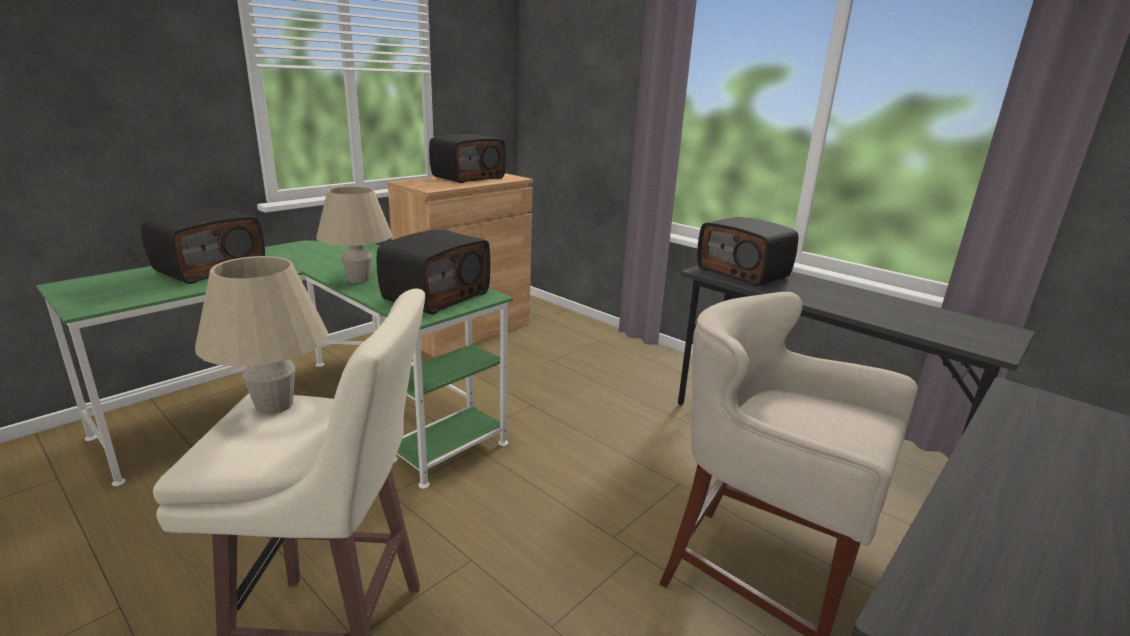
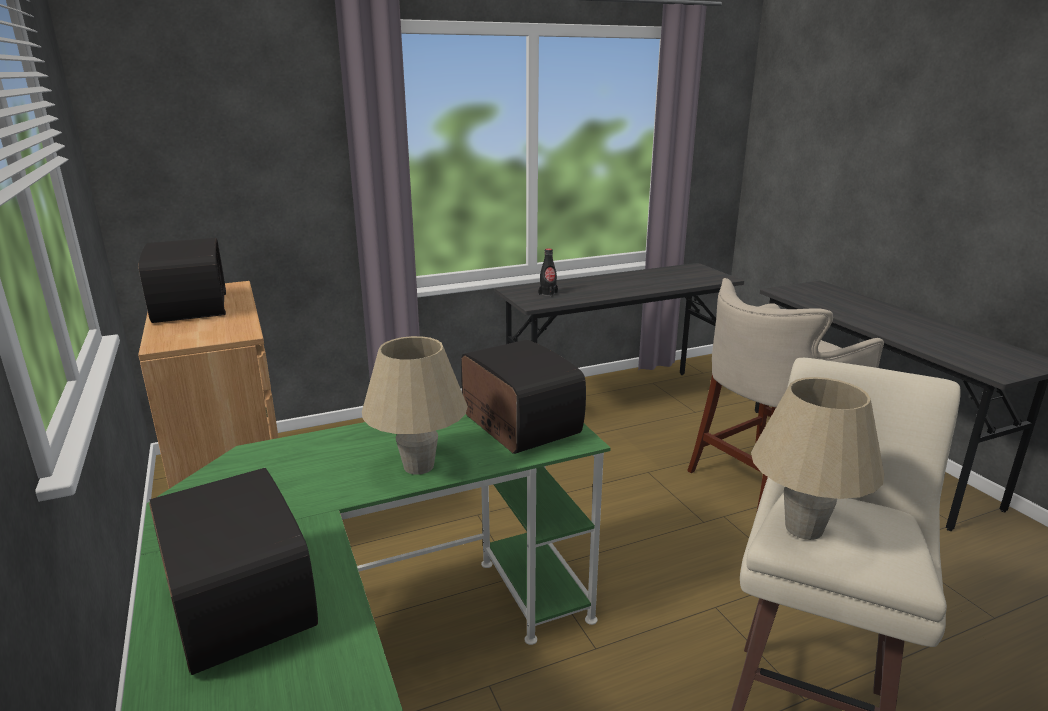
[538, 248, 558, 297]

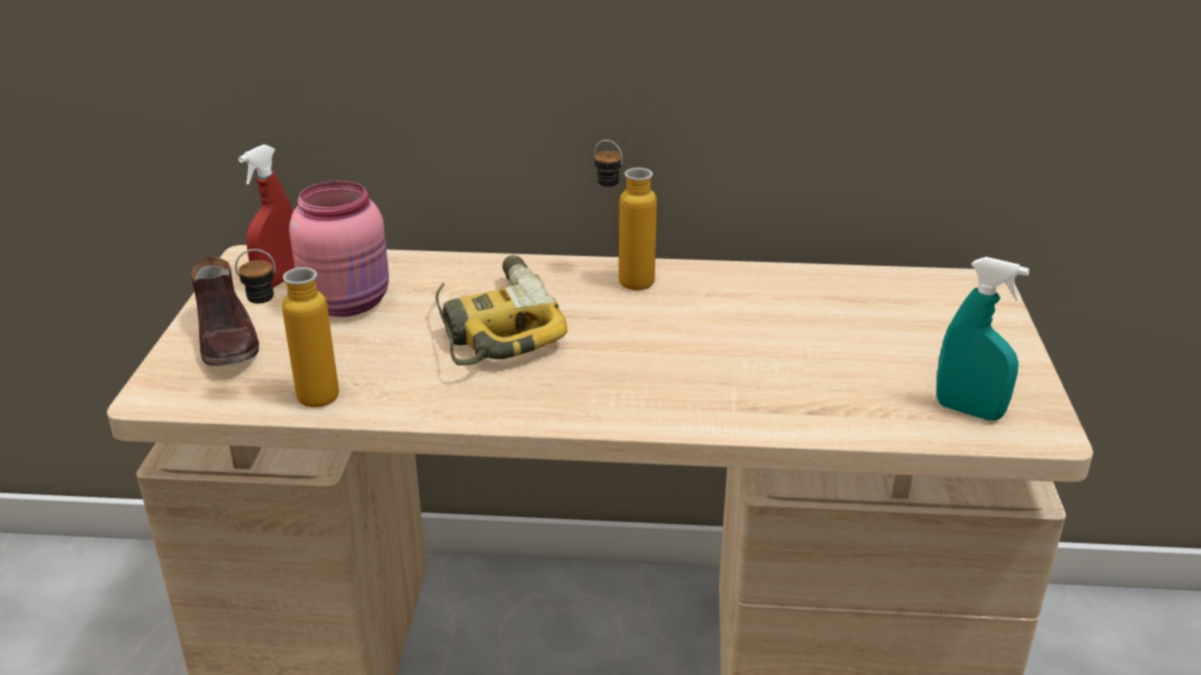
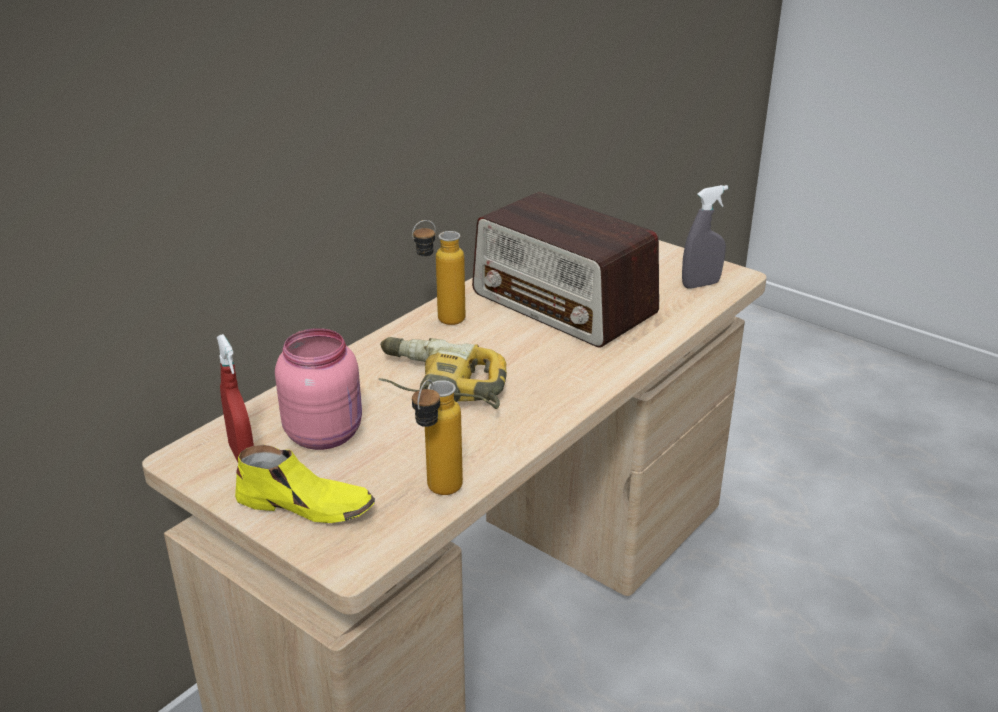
[472, 192, 659, 348]
[235, 445, 375, 523]
[682, 185, 728, 289]

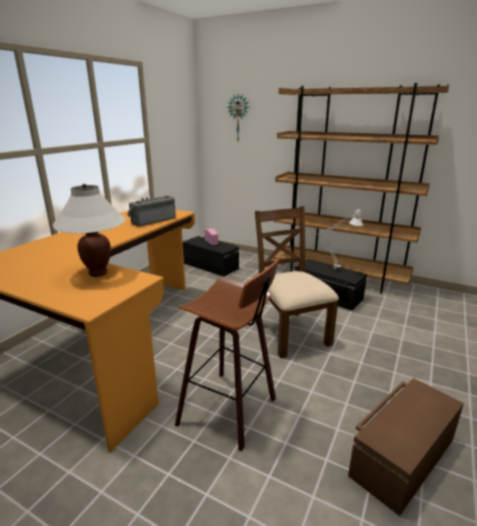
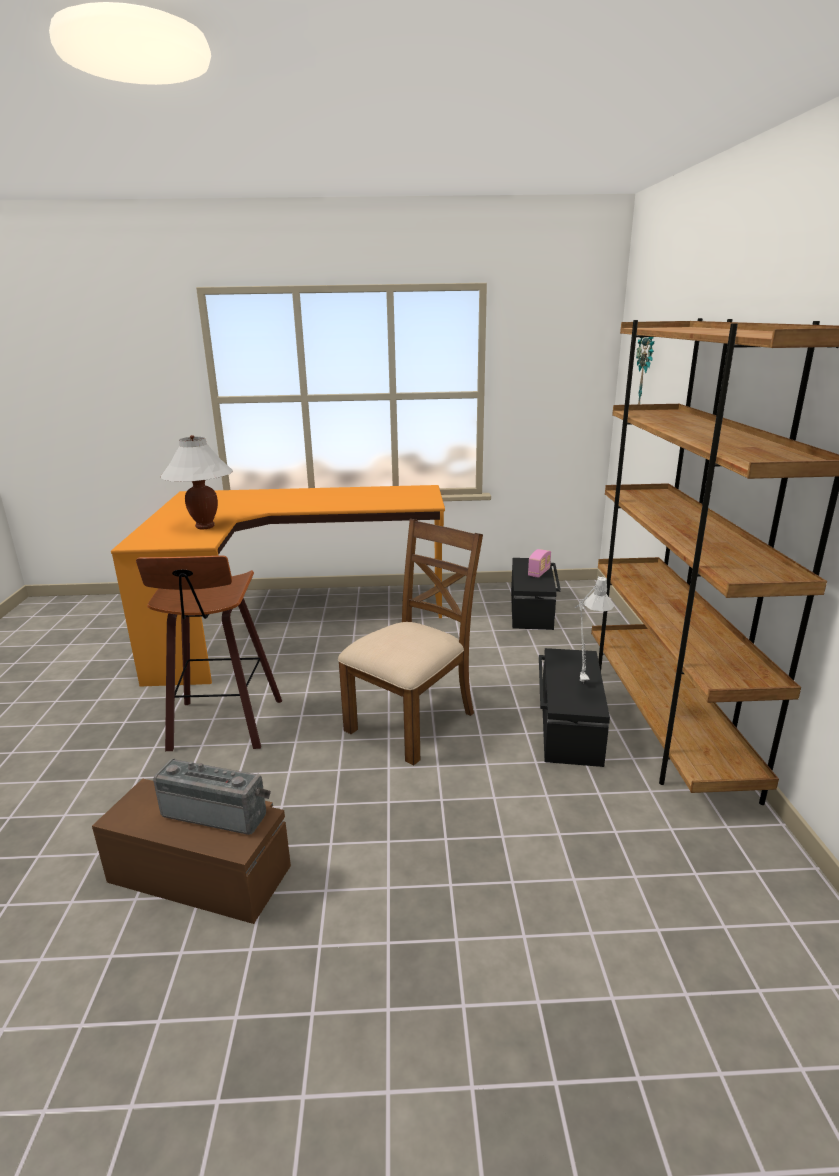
[153, 759, 271, 835]

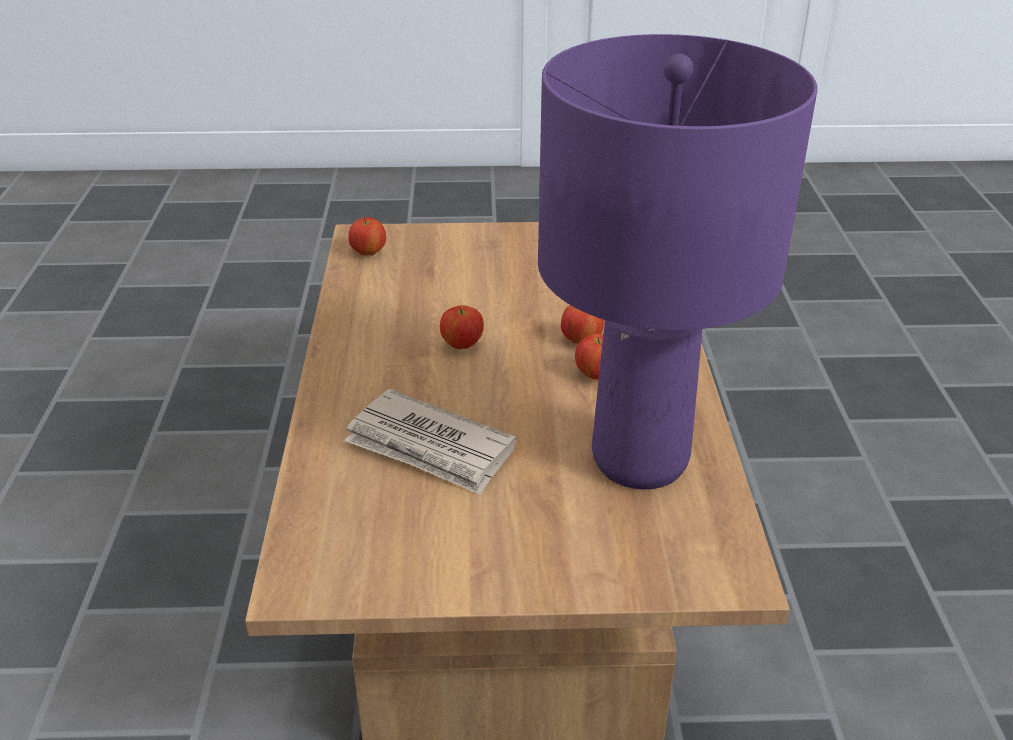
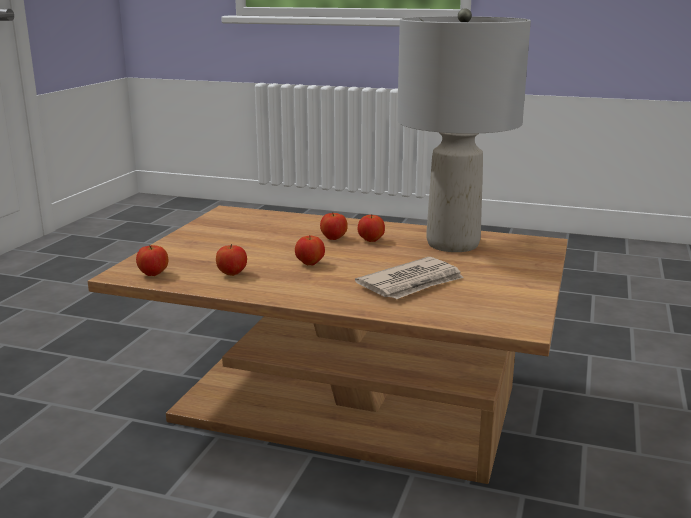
[216, 244, 247, 276]
[397, 8, 531, 252]

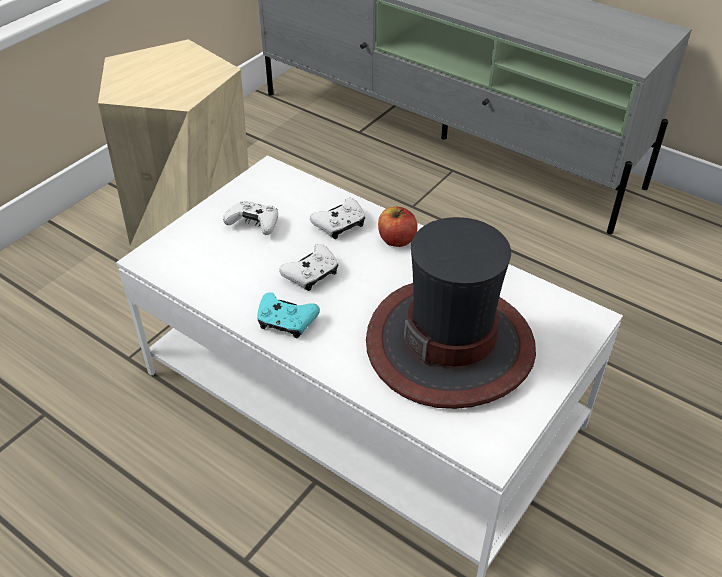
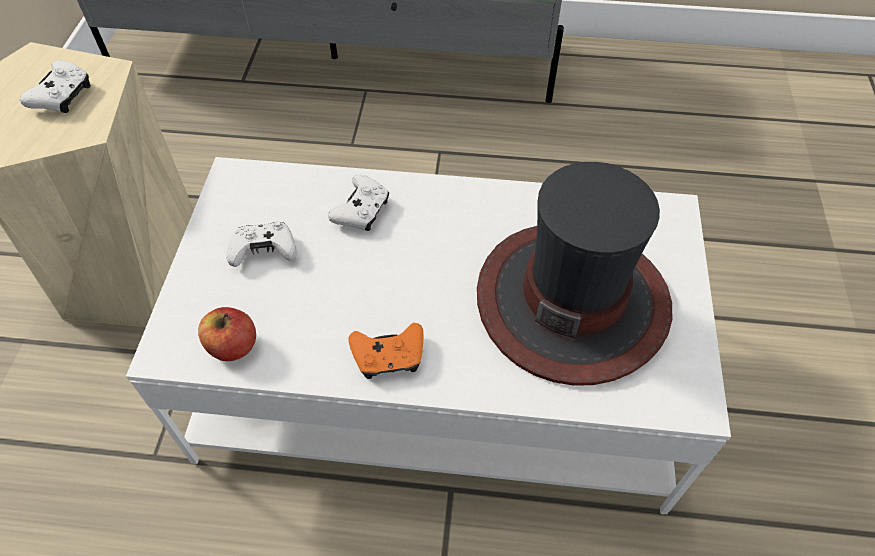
[20, 60, 91, 113]
[198, 307, 256, 361]
[348, 323, 423, 379]

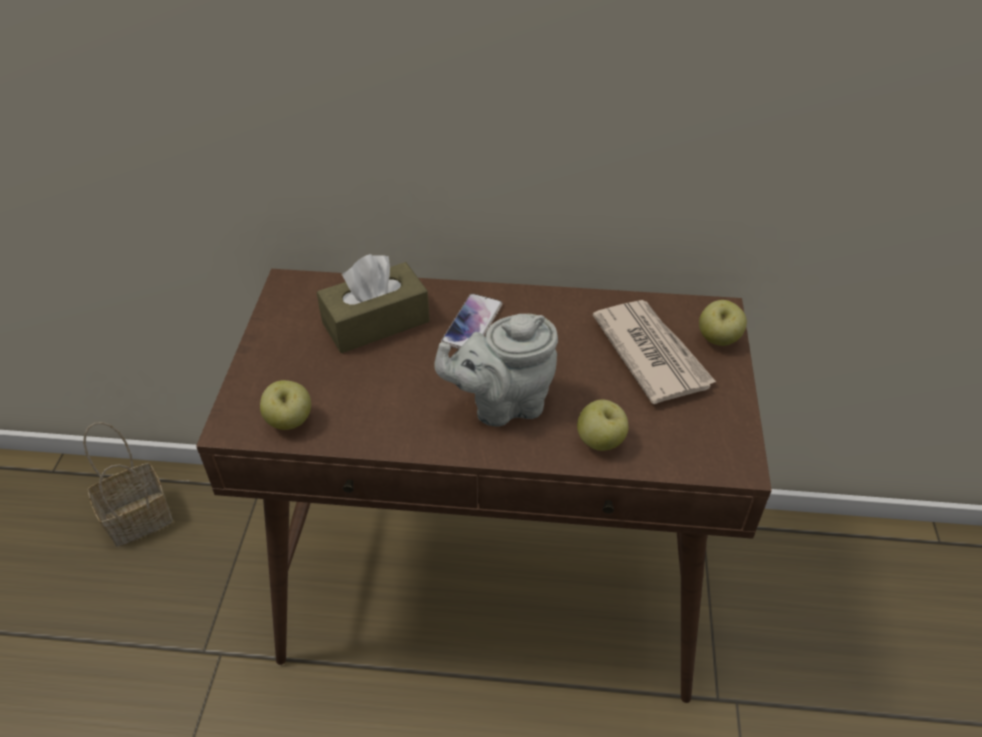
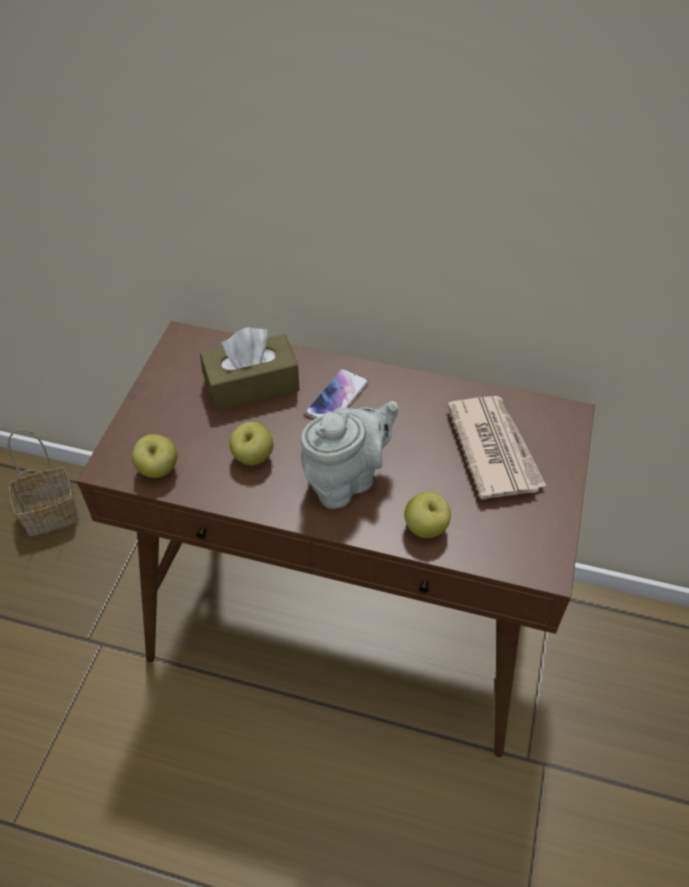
[229, 422, 274, 465]
[300, 401, 398, 509]

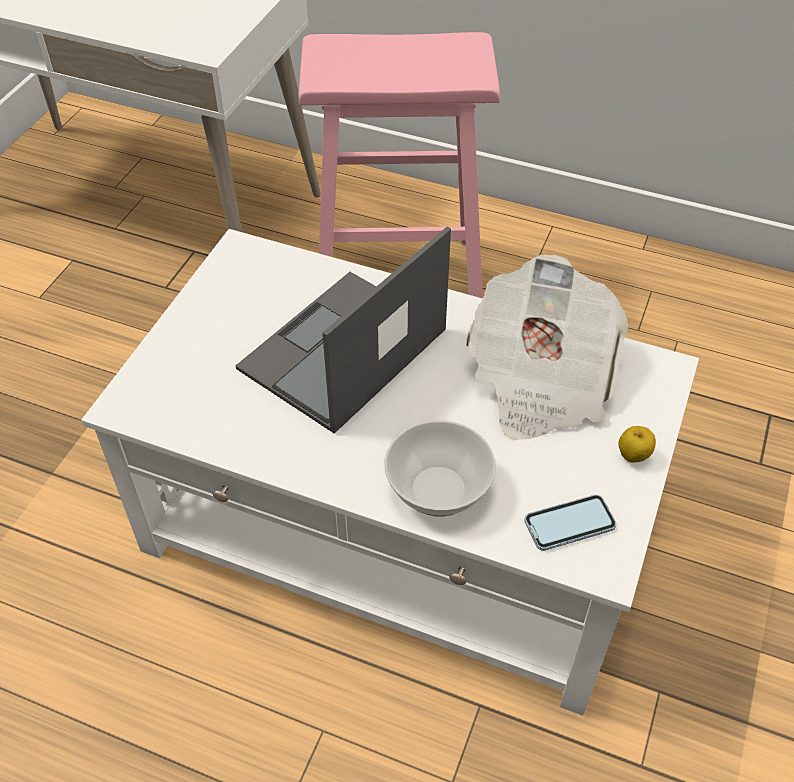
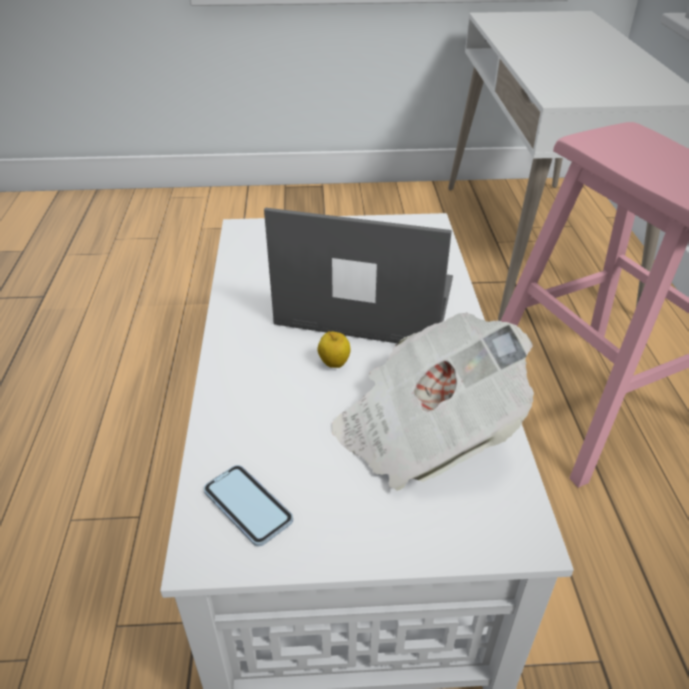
[384, 420, 496, 516] (first image)
[317, 330, 351, 368]

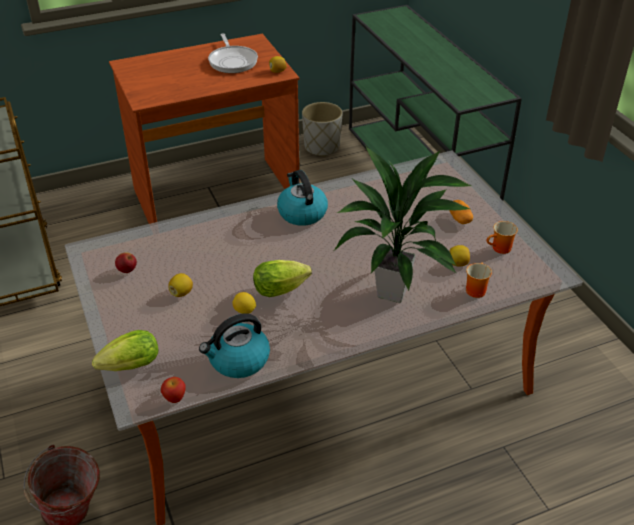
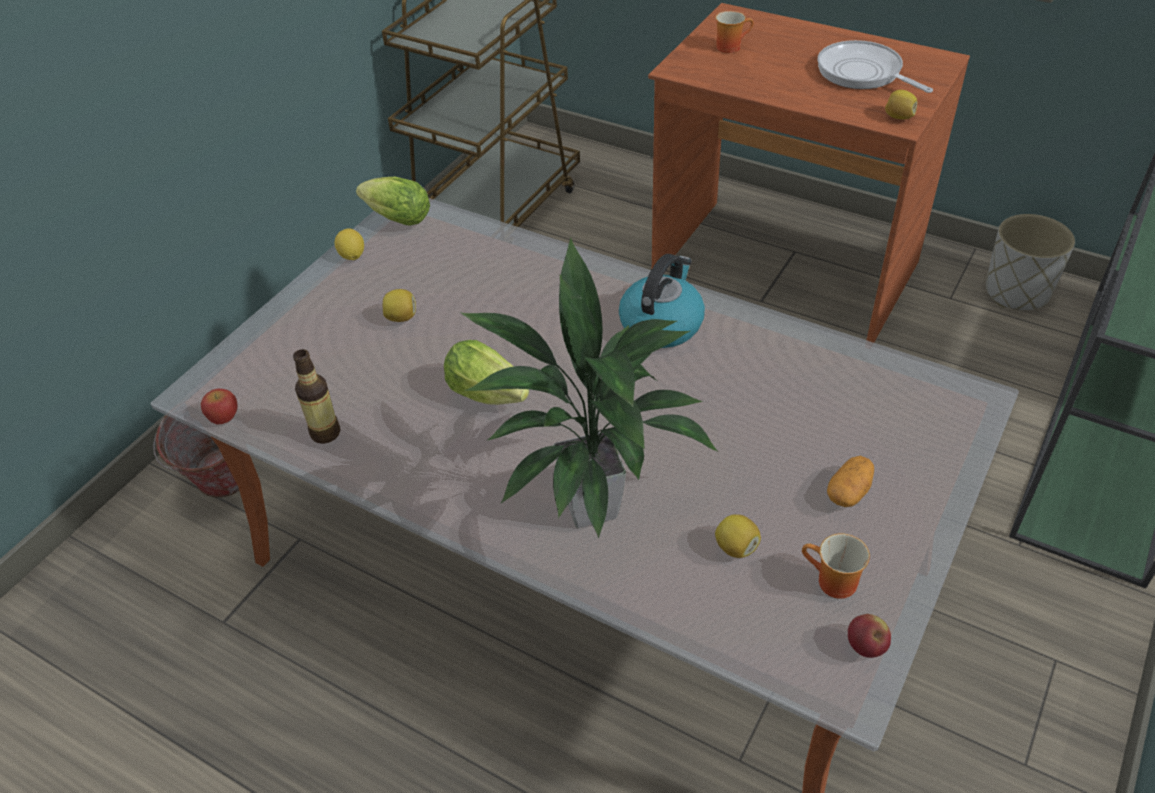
[356, 177, 430, 225]
[848, 614, 891, 658]
[335, 229, 364, 260]
[715, 11, 754, 53]
[293, 349, 341, 444]
[817, 40, 933, 93]

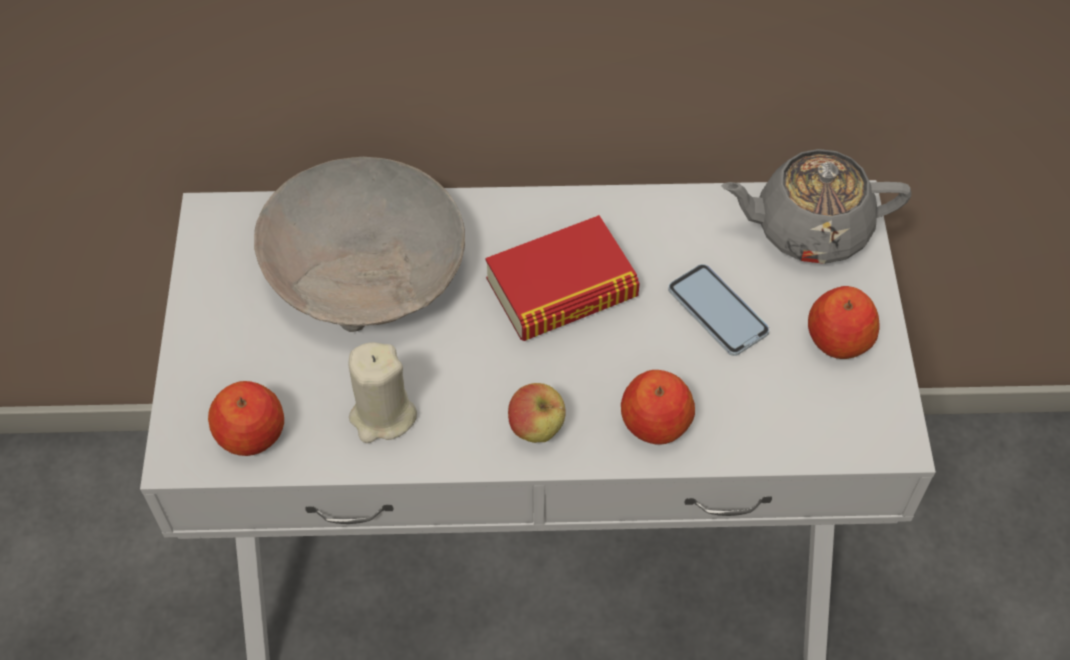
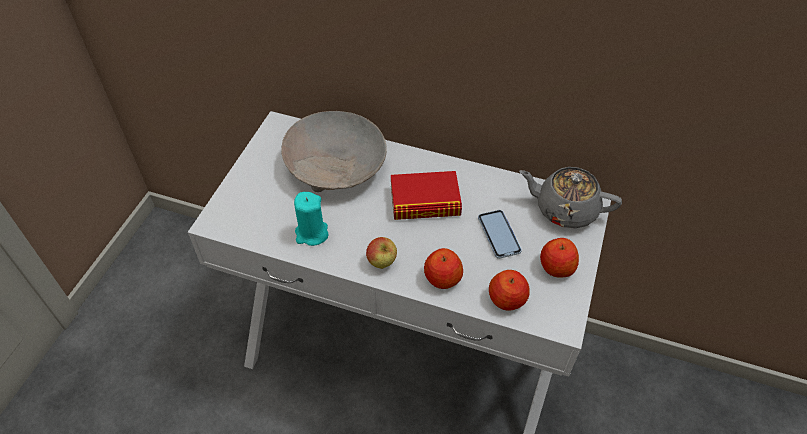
[489, 270, 530, 311]
[294, 192, 328, 246]

